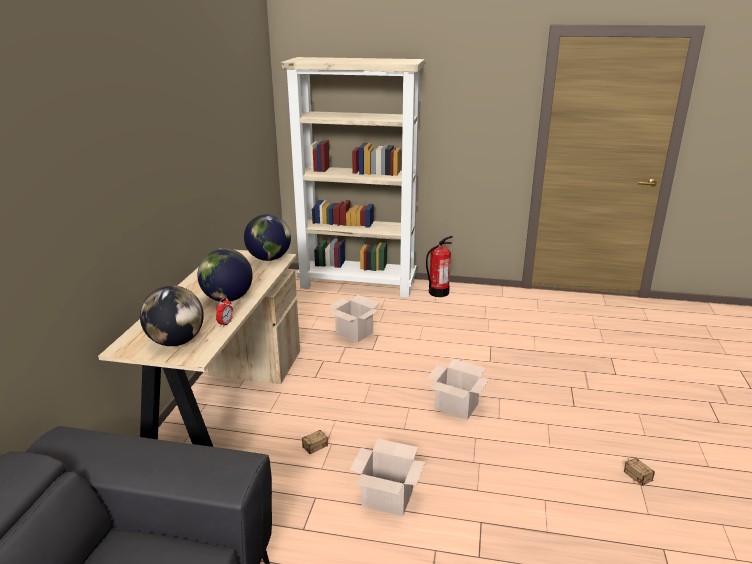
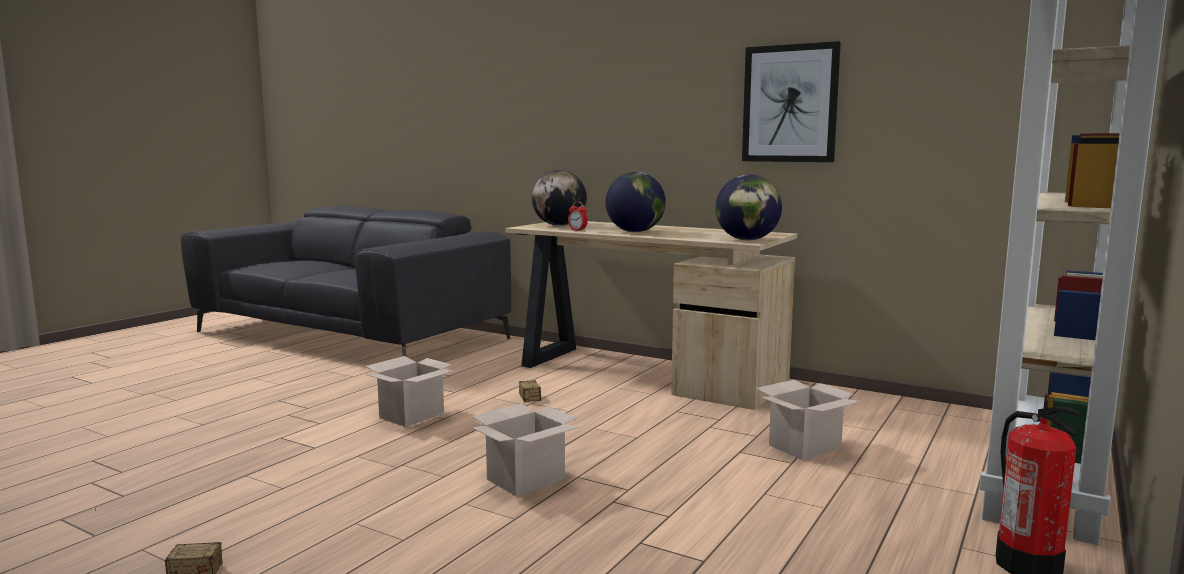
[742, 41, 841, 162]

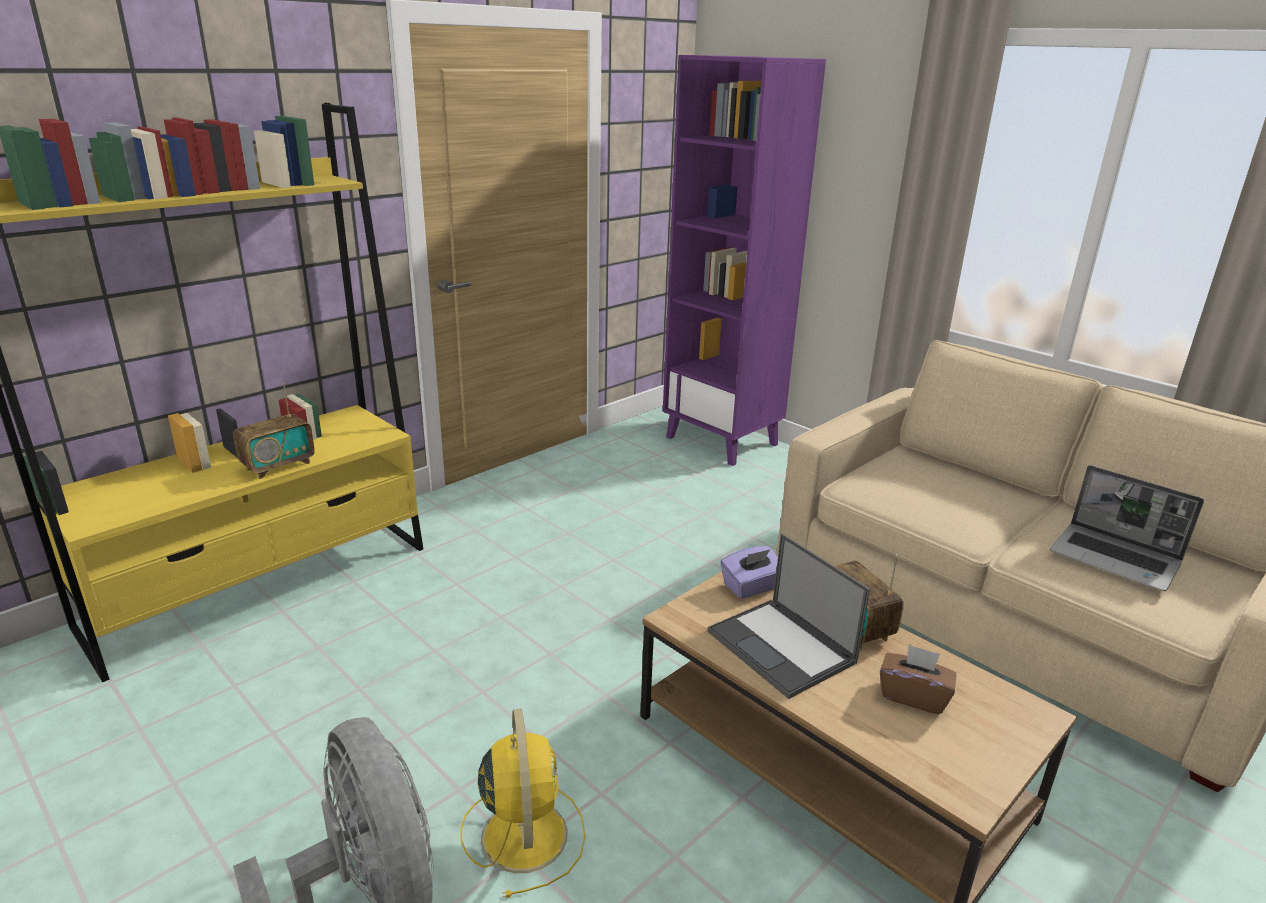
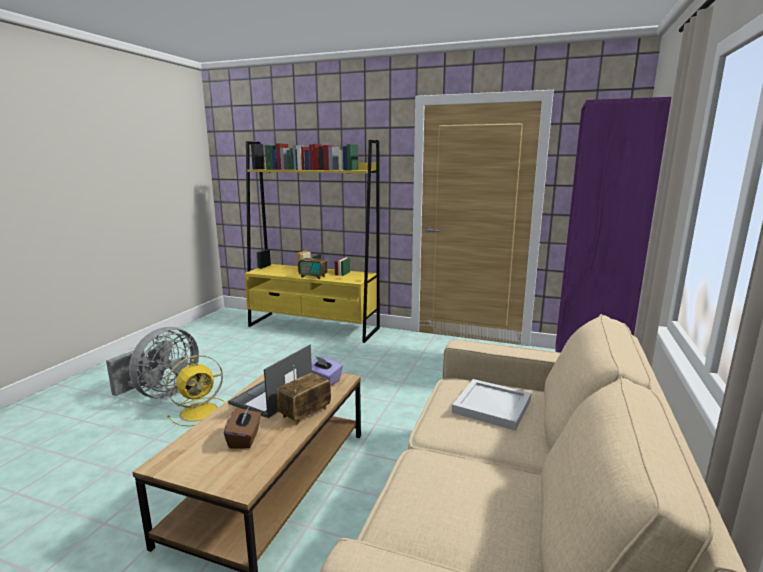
[1050, 465, 1204, 591] (first image)
[452, 379, 531, 431]

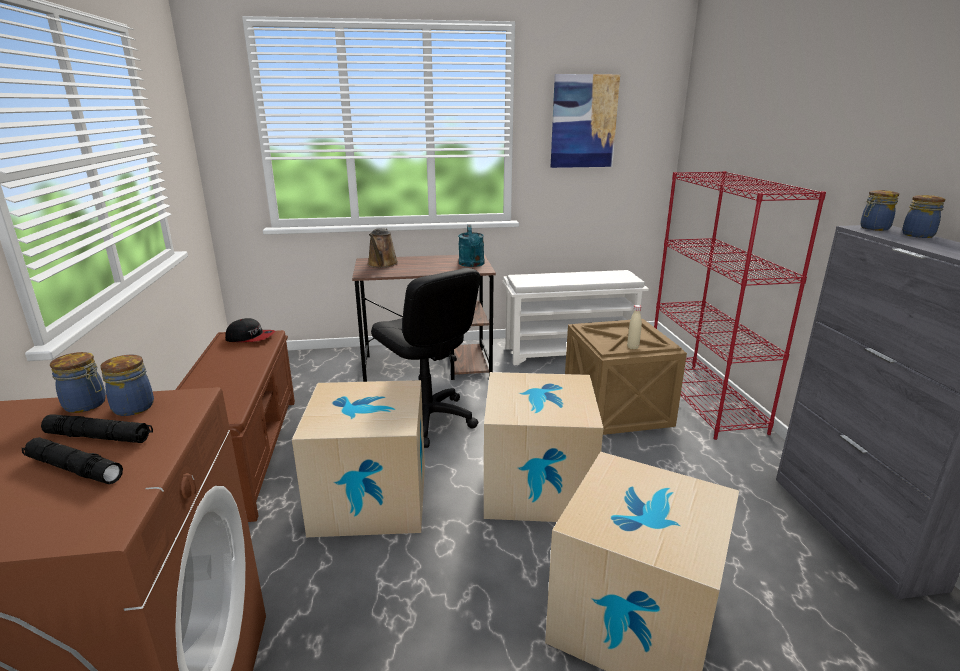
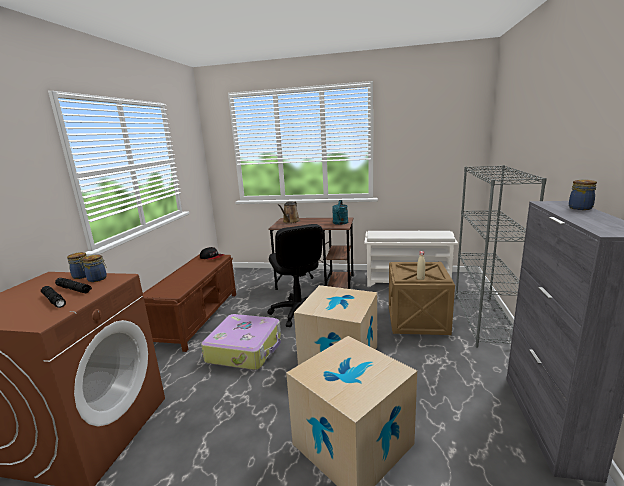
[551, 74, 620, 168] (first image)
[860, 190, 899, 231] (first image)
[201, 314, 281, 370]
[455, 165, 547, 347]

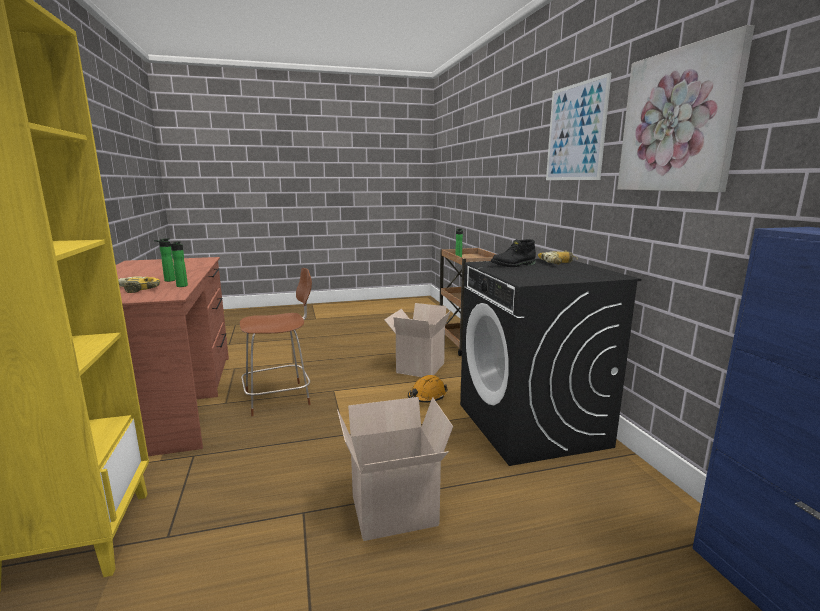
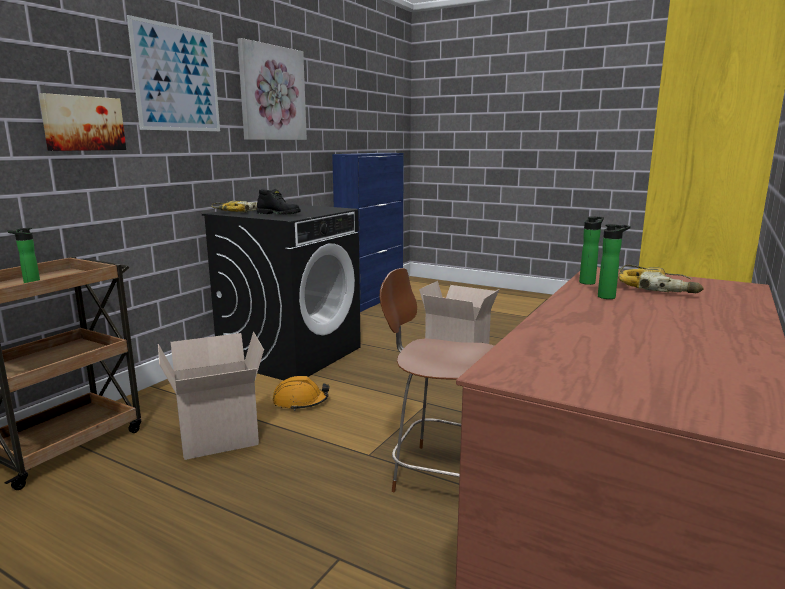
[39, 93, 126, 151]

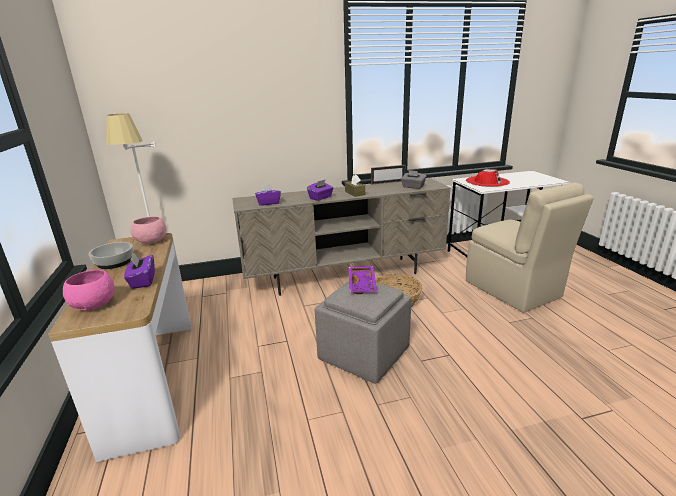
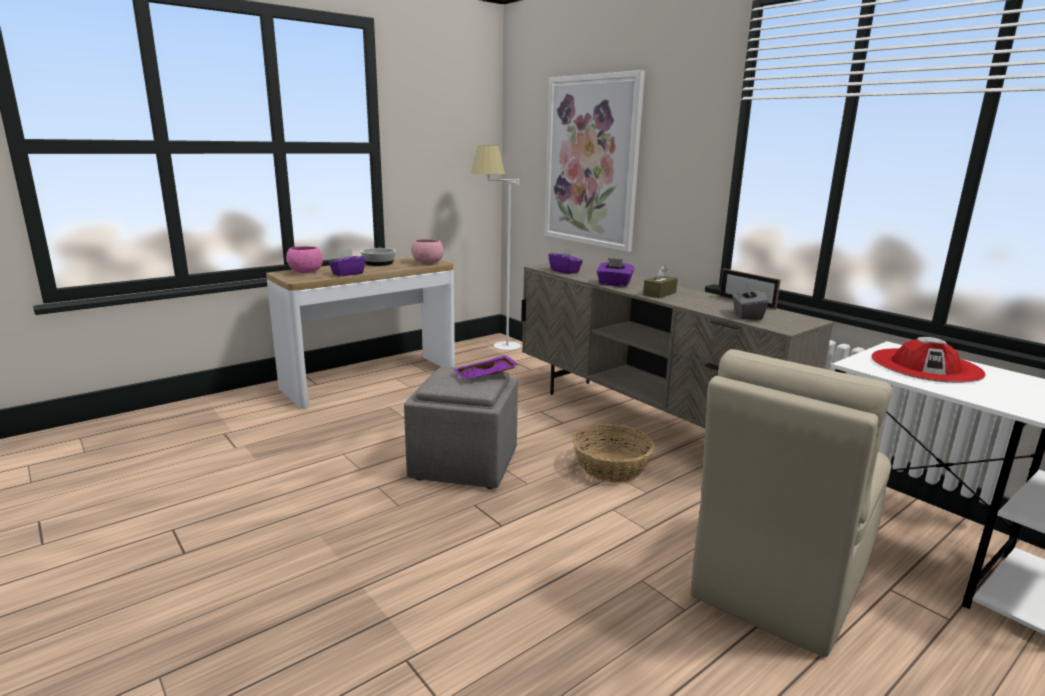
[544, 70, 645, 252]

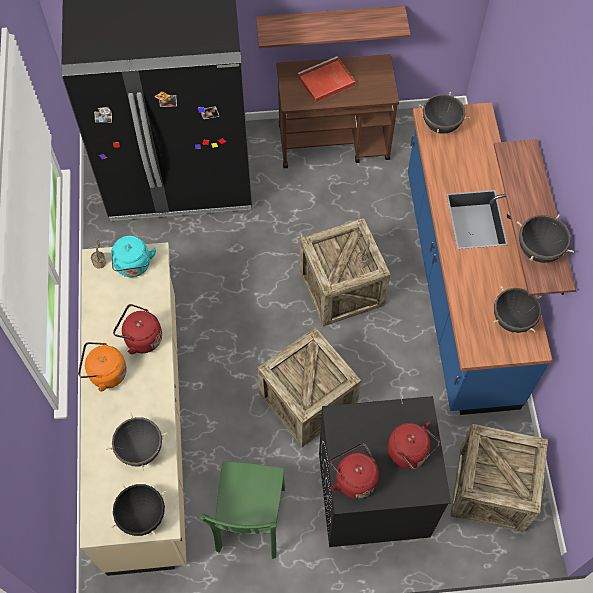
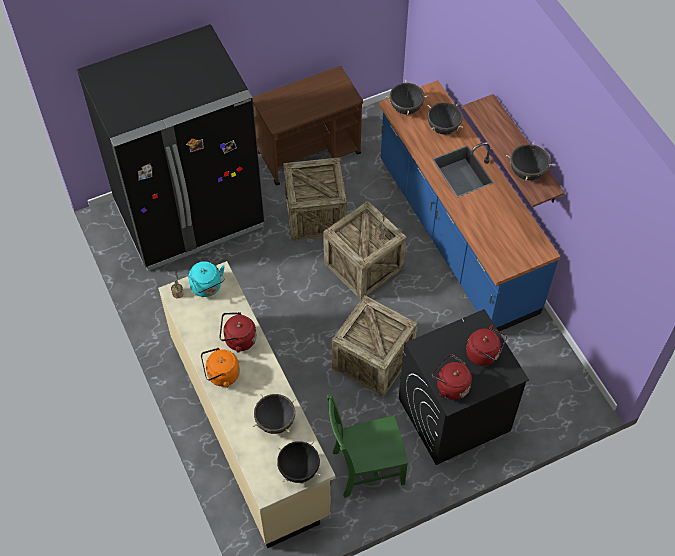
[256, 6, 411, 48] (first image)
[298, 56, 356, 103] (first image)
[283, 157, 347, 241]
[428, 102, 463, 135]
[327, 394, 408, 498]

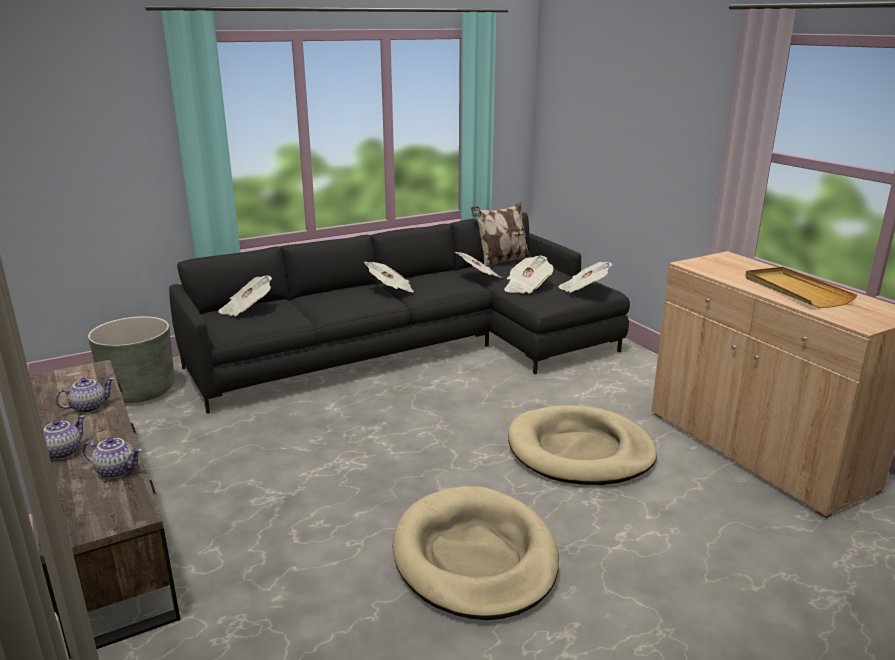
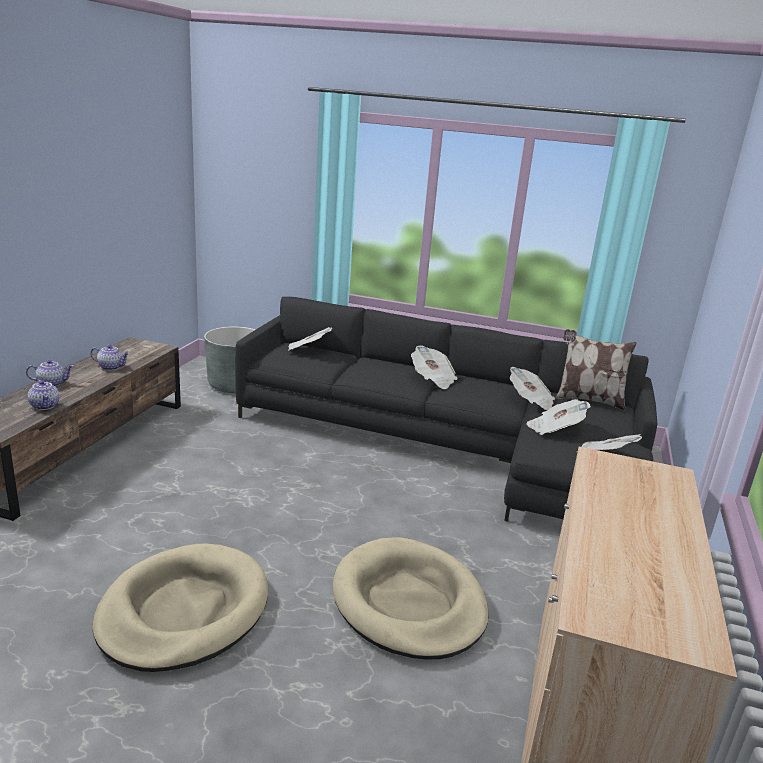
[745, 267, 857, 308] (first image)

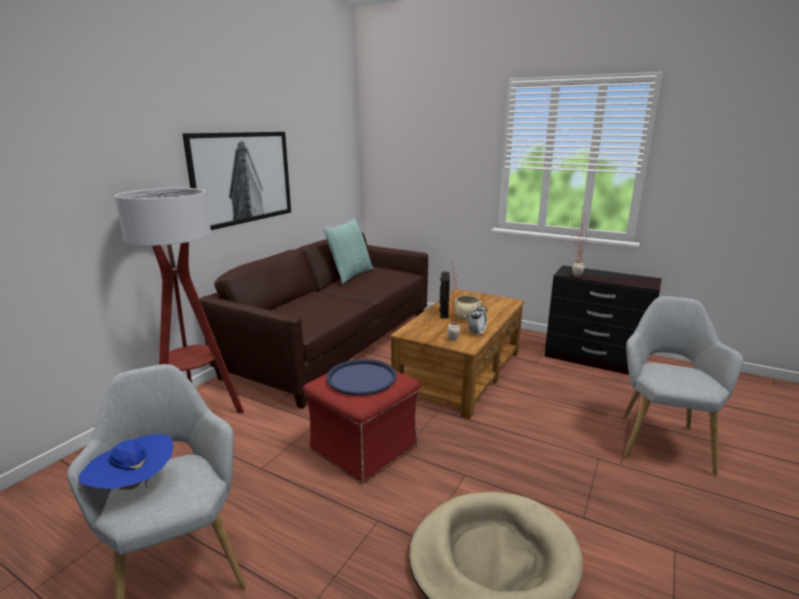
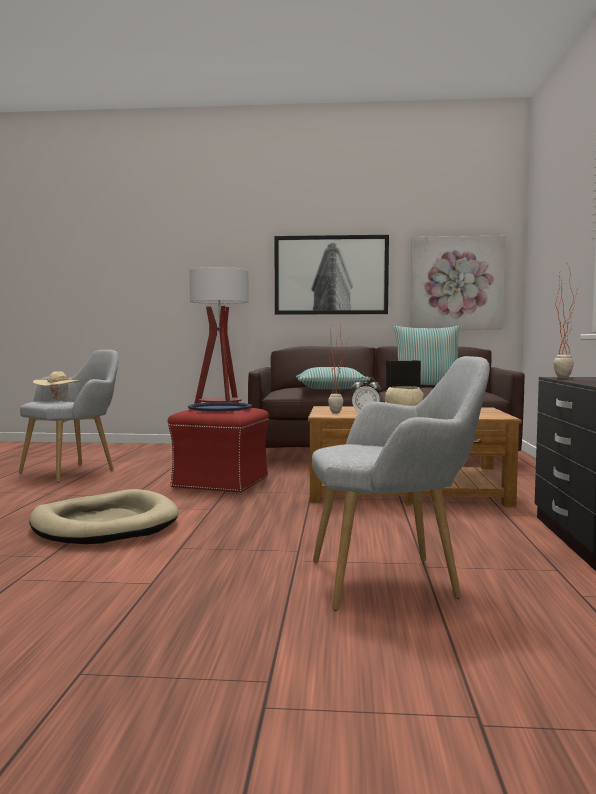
[296, 367, 370, 389]
[410, 236, 506, 329]
[33, 371, 82, 401]

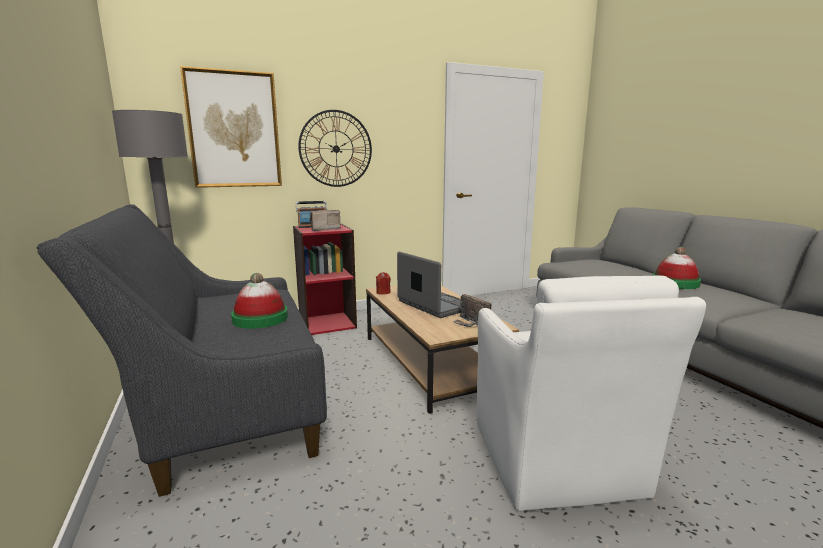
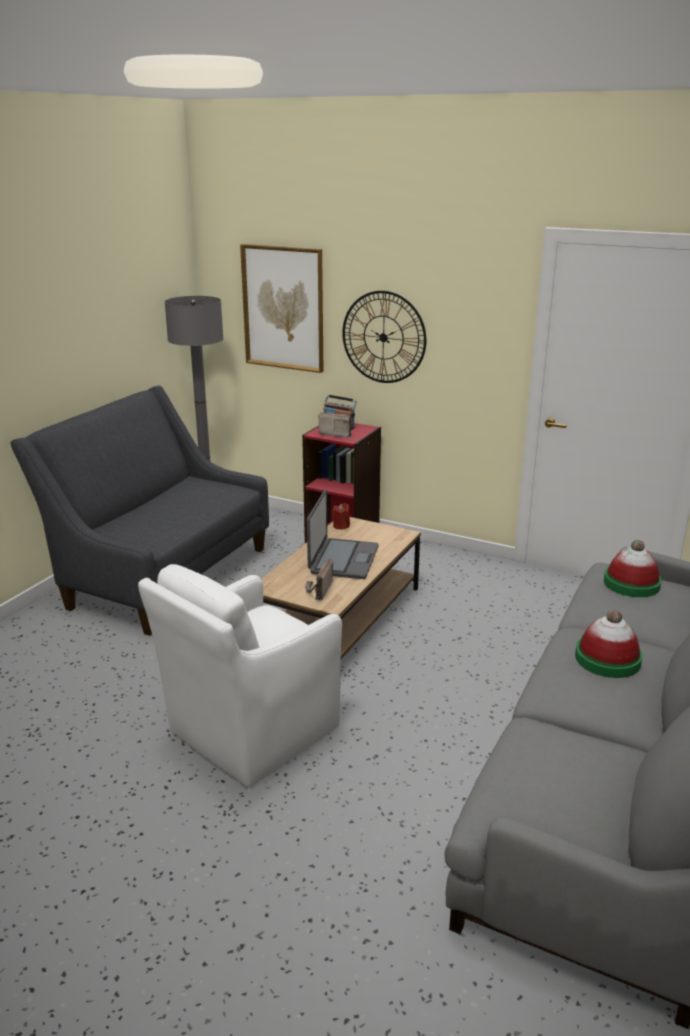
[604, 540, 662, 597]

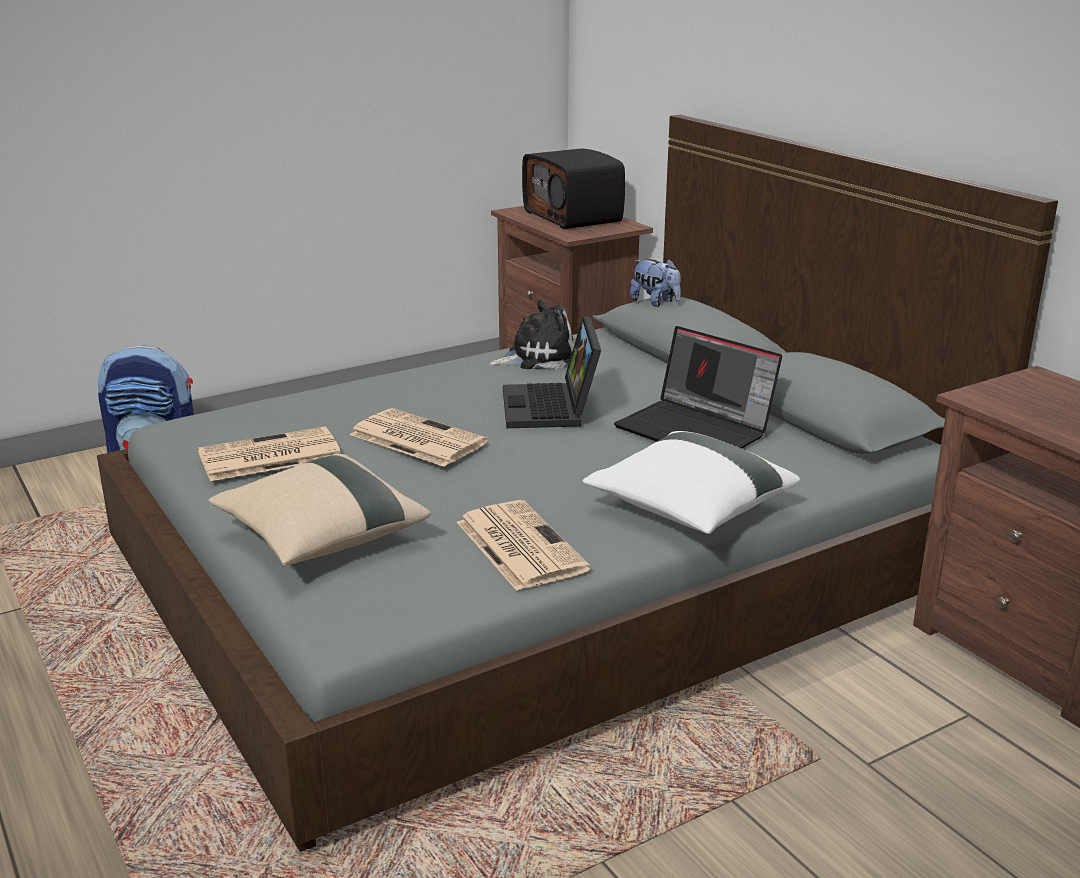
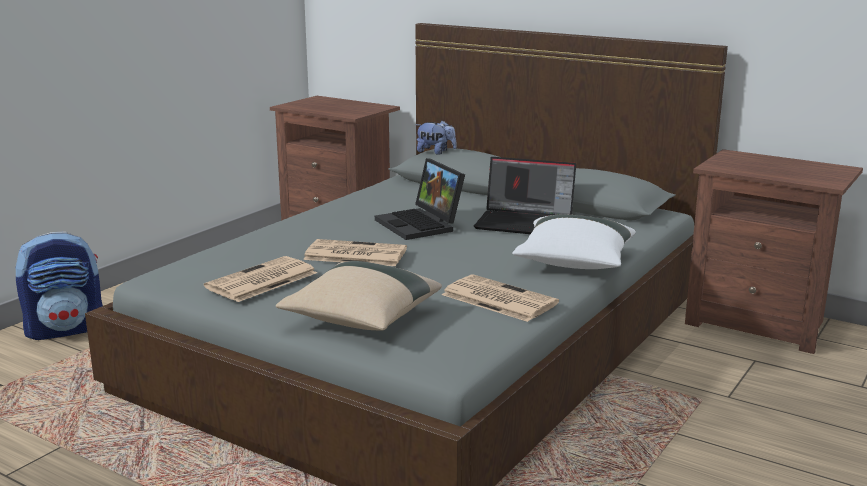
[489, 300, 575, 369] (first image)
[522, 148, 625, 229] (first image)

